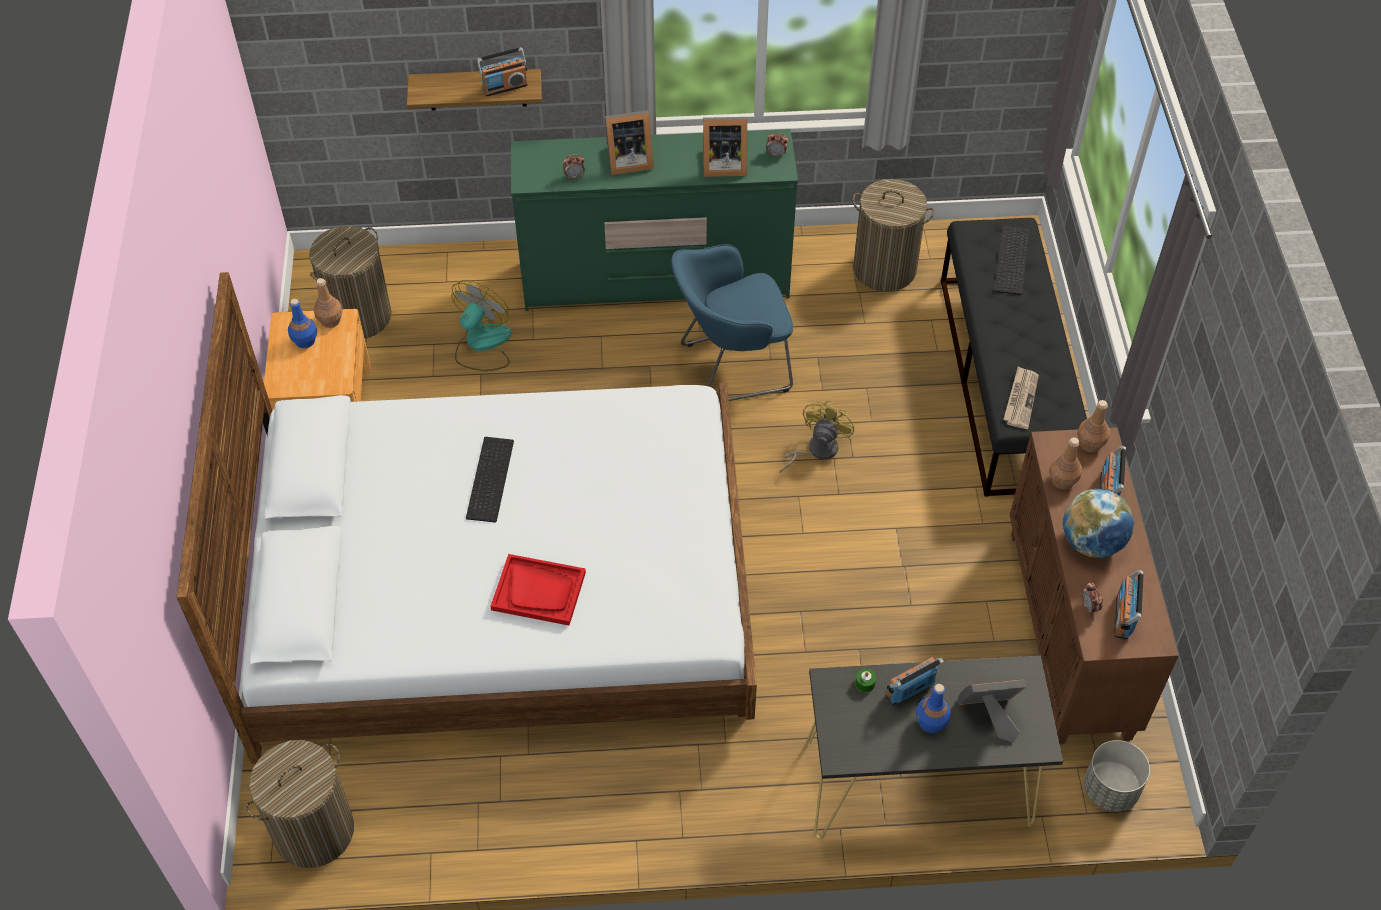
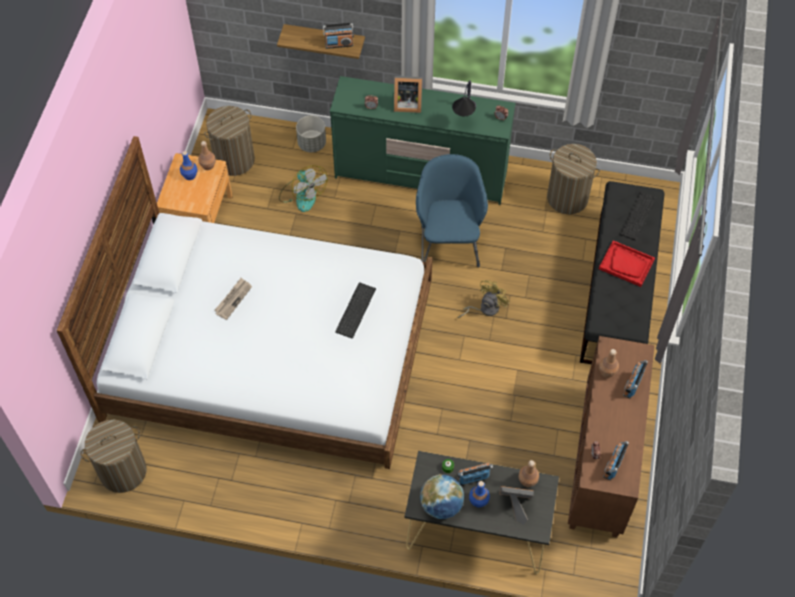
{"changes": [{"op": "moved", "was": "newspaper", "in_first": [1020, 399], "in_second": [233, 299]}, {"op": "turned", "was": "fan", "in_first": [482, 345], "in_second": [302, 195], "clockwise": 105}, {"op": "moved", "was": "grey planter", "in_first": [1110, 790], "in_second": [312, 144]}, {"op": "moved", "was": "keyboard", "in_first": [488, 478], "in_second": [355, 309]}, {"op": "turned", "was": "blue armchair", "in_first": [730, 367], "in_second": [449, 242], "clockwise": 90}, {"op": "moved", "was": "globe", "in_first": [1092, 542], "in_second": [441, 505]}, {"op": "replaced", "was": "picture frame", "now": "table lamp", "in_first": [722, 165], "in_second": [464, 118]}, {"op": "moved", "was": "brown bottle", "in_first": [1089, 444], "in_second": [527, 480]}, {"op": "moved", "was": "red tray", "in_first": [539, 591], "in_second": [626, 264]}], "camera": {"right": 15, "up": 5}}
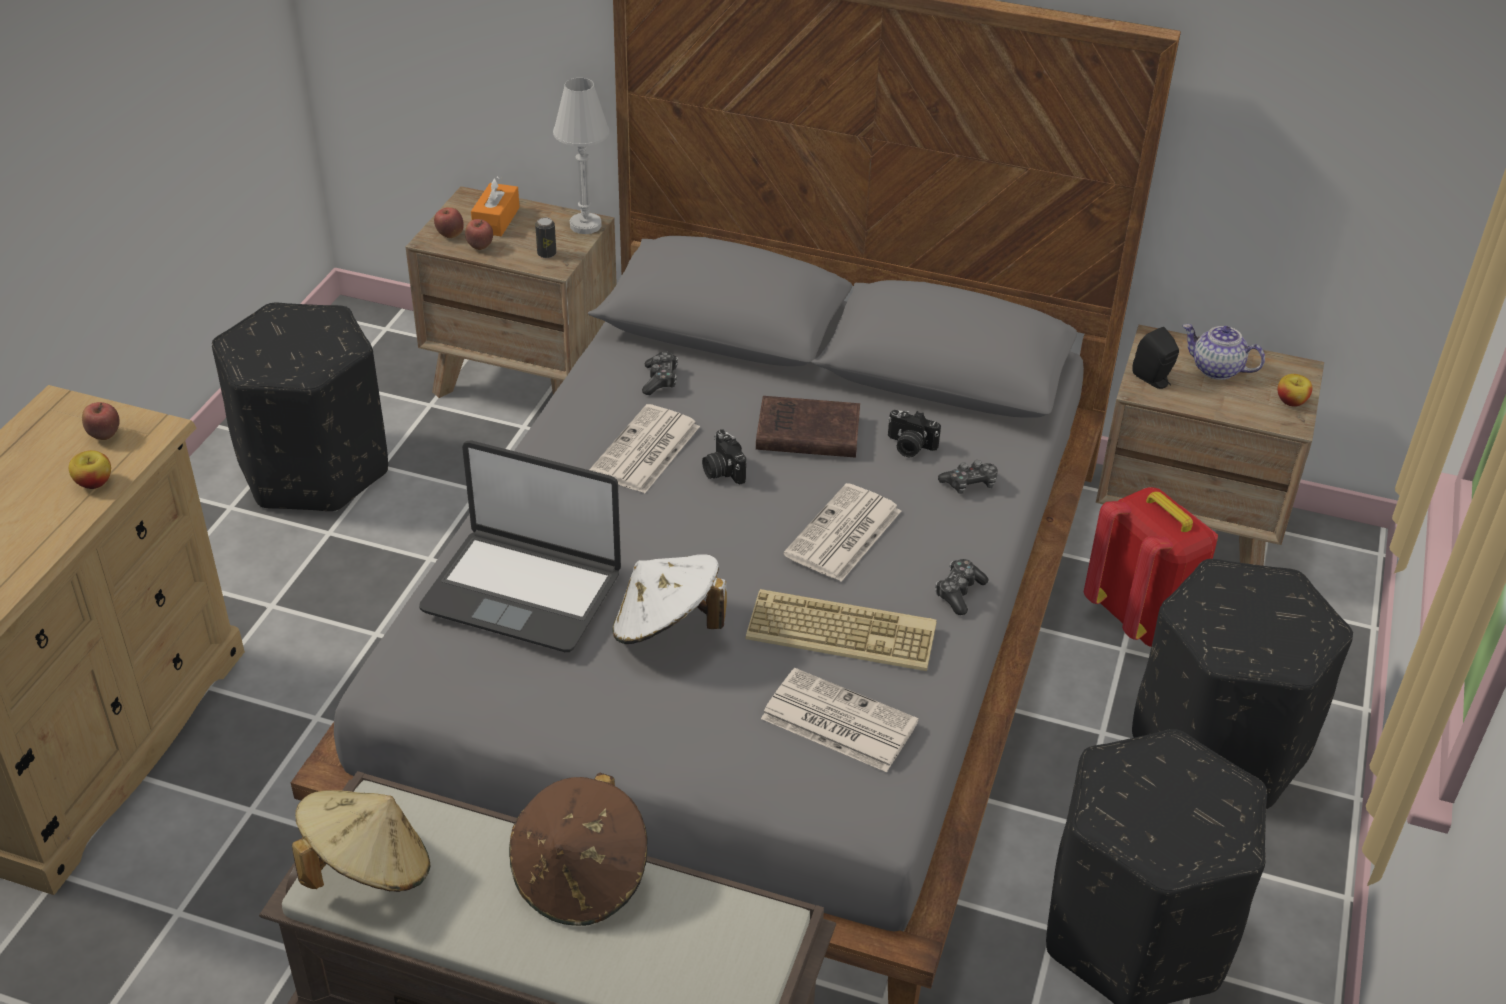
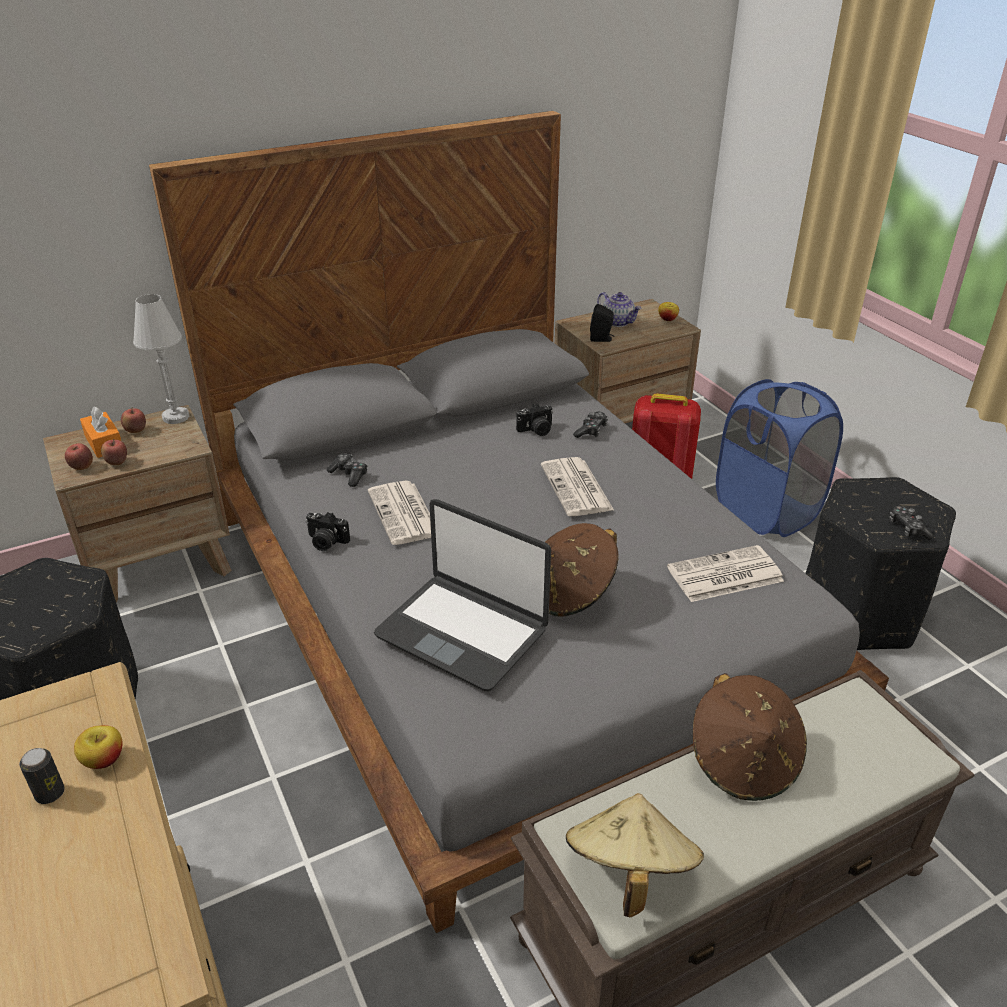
{"changes": [{"op": "moved", "was": "can", "in_first": [546, 254], "in_second": [50, 793]}, {"op": "moved", "was": "apple", "in_first": [104, 436], "in_second": [136, 431]}, {"op": "moved", "was": "photo camera", "in_first": [722, 470], "in_second": [326, 542]}, {"op": "turned", "was": "laptop", "in_first": [523, 591], "in_second": [463, 631], "clockwise": 60}, {"op": "recoloured", "was": "white hat", "now": "brown hat", "in_first": [666, 627], "in_second": [571, 593]}, {"op": "turned", "was": "teapot", "in_first": [1216, 369], "in_second": [618, 322], "clockwise": -120}, {"op": "replaced", "was": "black ottoman", "now": "blue laundry basket", "in_first": [1219, 747], "in_second": [766, 512]}, {"op": "moved", "was": "game controller", "in_first": [959, 592], "in_second": [907, 529]}, {"op": "removed", "was": "keyboard", "in_first": [843, 630]}, {"op": "removed", "was": "brown book", "in_first": [804, 433]}], "camera": {"right": -45, "up": -5}}
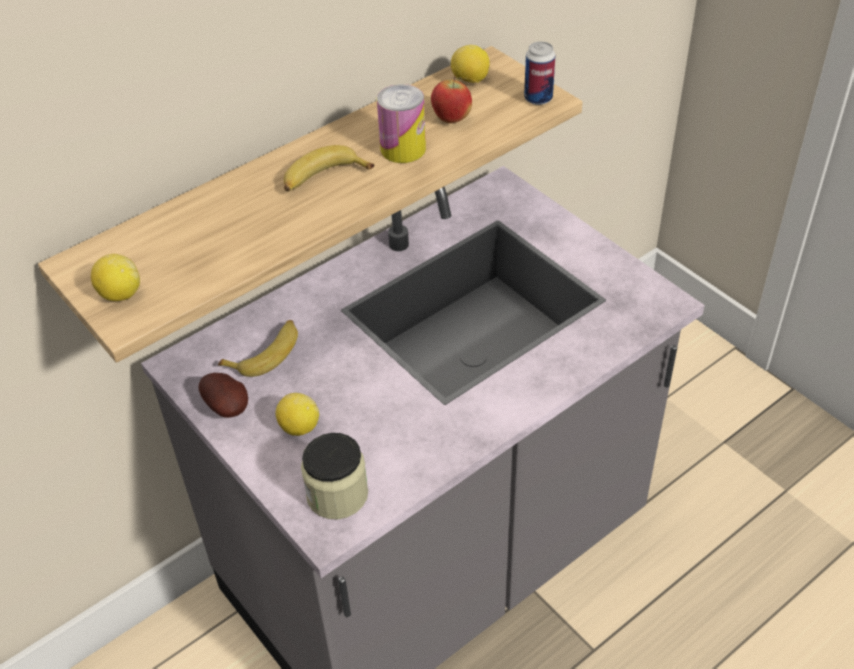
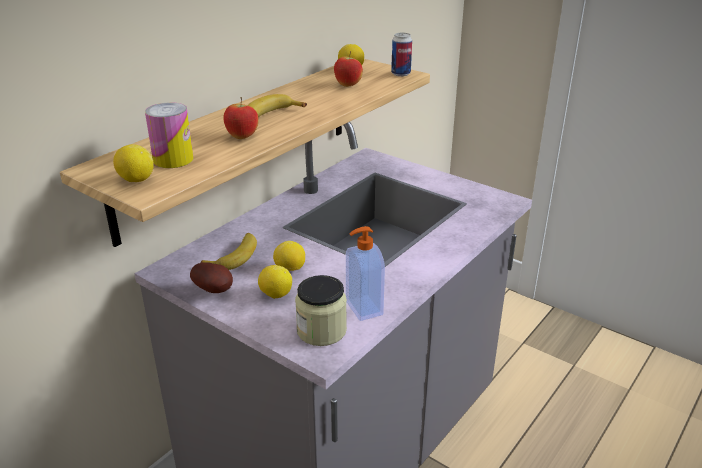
{"changes": [{"op": "moved", "was": "can", "in_first": [403, 149], "in_second": [173, 159]}, {"op": "added", "now": "apple", "in_second": [242, 137]}, {"op": "added", "now": "lemon", "in_second": [290, 269]}, {"op": "added", "now": "soap dispenser", "in_second": [362, 308]}], "camera": {"right": -15, "up": -15}}
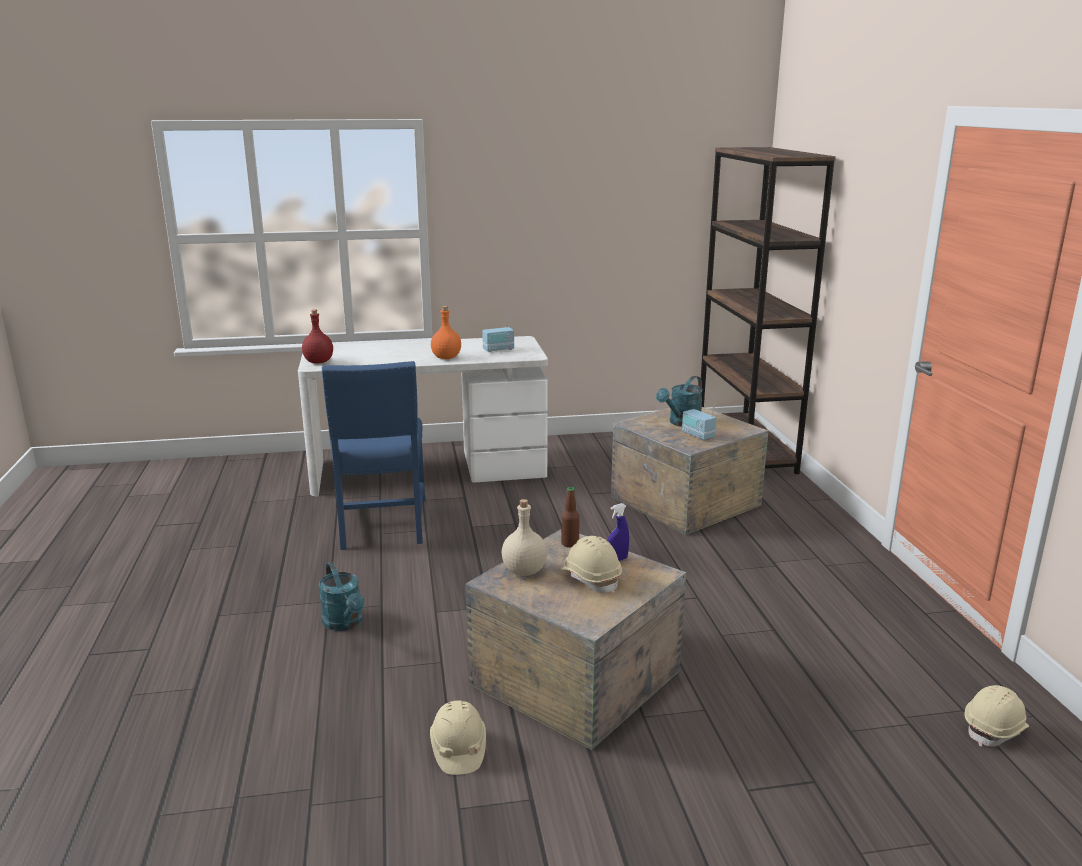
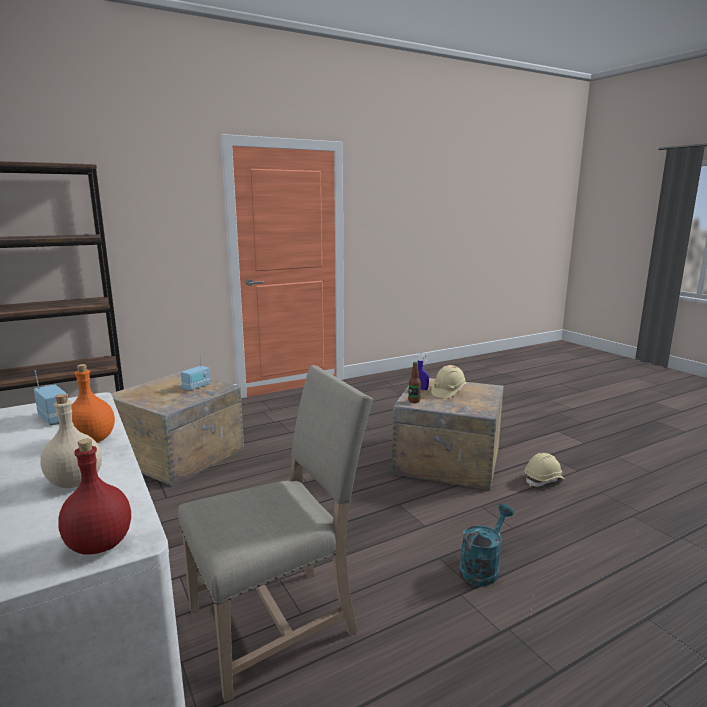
{"changes": [{"op": "moved", "was": "beige bottle", "in_first": [524, 570], "in_second": [74, 482]}, {"op": "recoloured", "was": "blue chair", "now": "beige chair", "in_first": [381, 525], "in_second": [278, 621]}, {"op": "removed", "was": "turquoise watering can", "in_first": [681, 423]}, {"op": "removed", "was": "beige hard hat", "in_first": [995, 729]}], "camera": {"right": -110, "up": -5}}
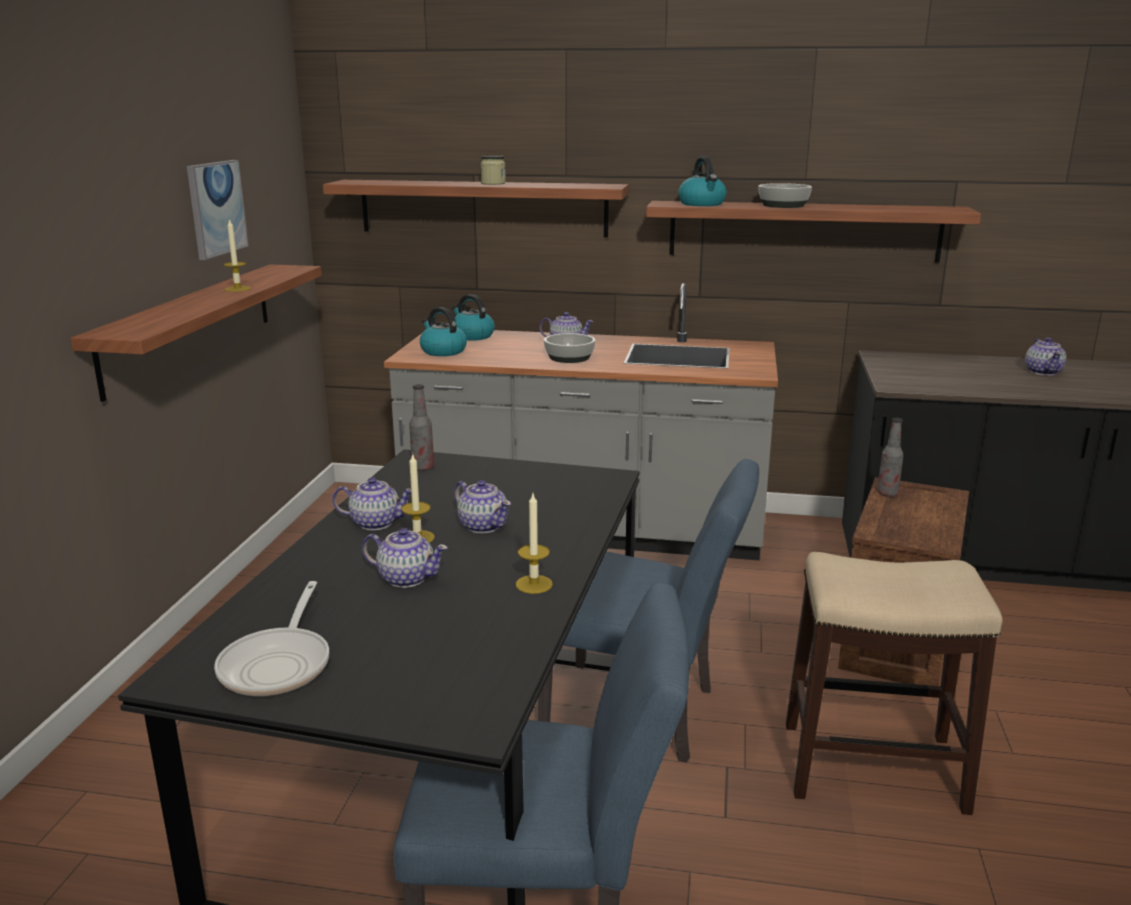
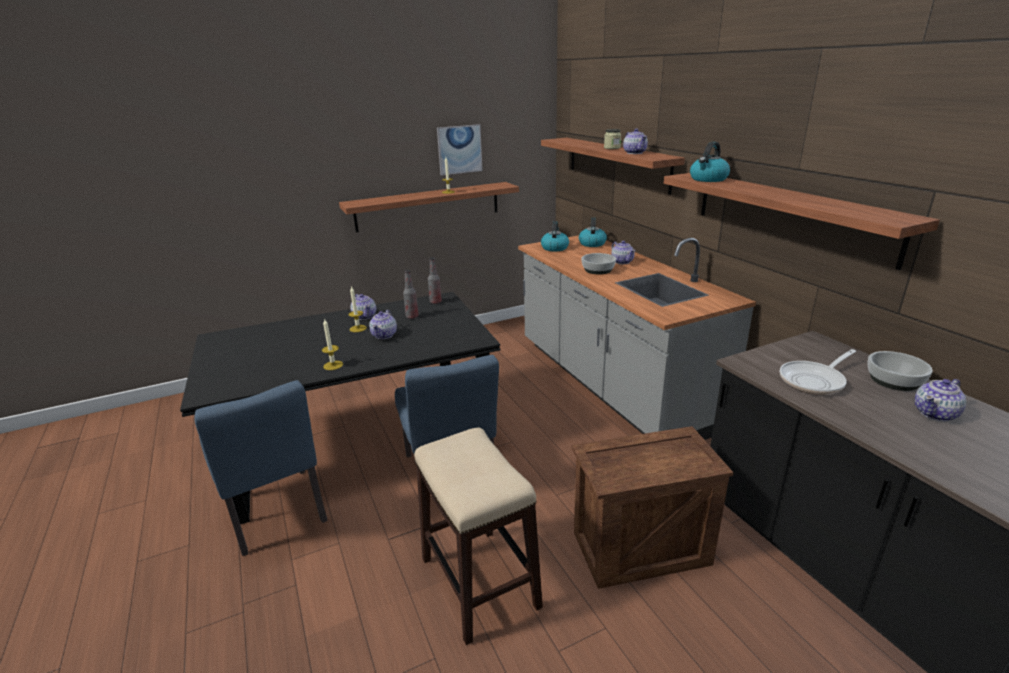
{"changes": [{"op": "moved", "was": "bottle", "in_first": [887, 493], "in_second": [412, 317]}, {"op": "moved", "was": "teapot", "in_first": [406, 578], "in_second": [634, 153]}, {"op": "moved", "was": "frying pan", "in_first": [279, 664], "in_second": [814, 381]}, {"op": "moved", "was": "bowl", "in_first": [783, 205], "in_second": [894, 380]}], "camera": {"right": 55, "up": 5}}
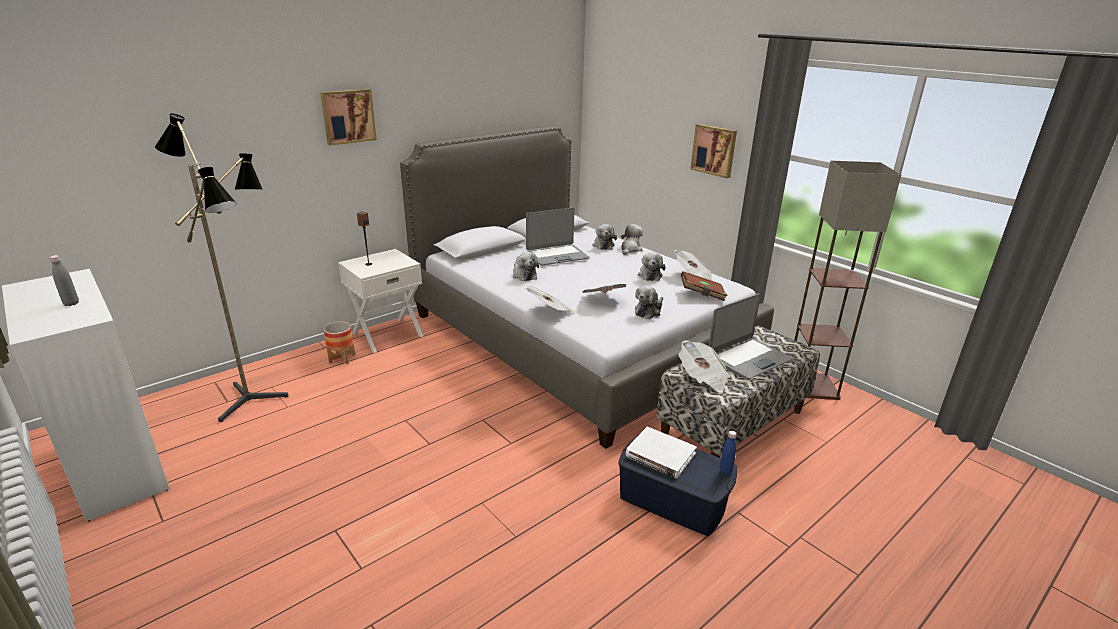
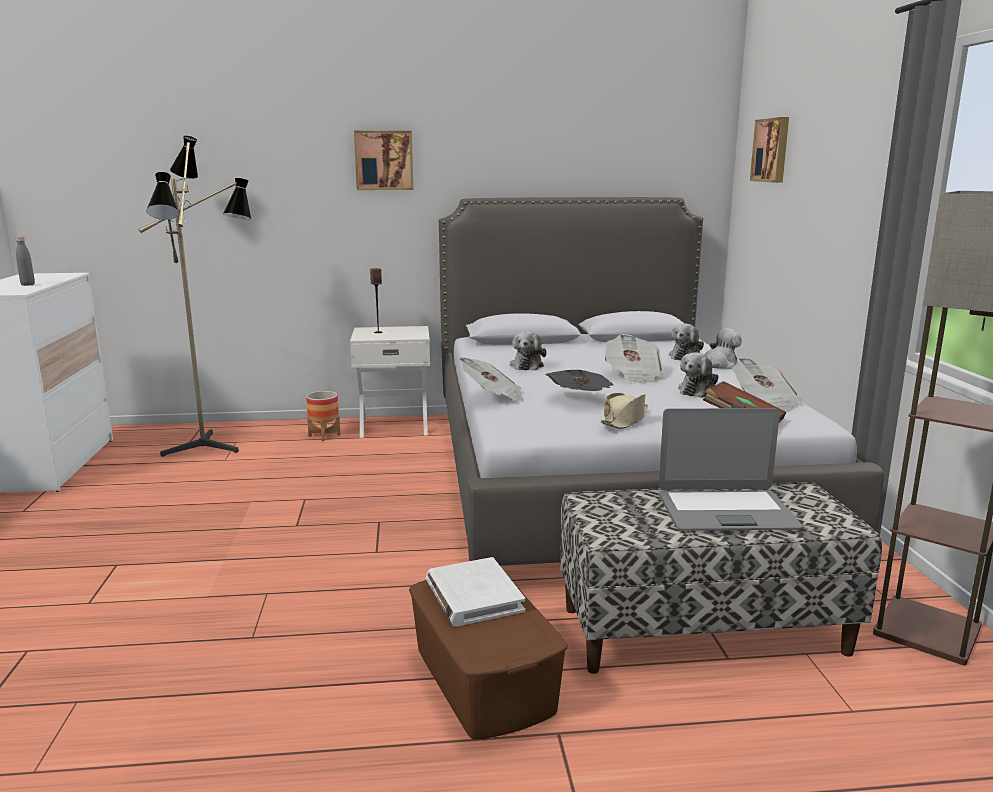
{"changes": [{"op": "recoloured", "was": "blue storage box", "now": "brown storage box", "in_first": [673, 501], "in_second": [482, 680]}, {"op": "replaced", "was": "plush toy", "now": "beige hat", "in_first": [649, 311], "in_second": [624, 420]}, {"op": "moved", "was": "newspaper", "in_first": [703, 378], "in_second": [633, 375]}, {"op": "moved", "was": "picture", "in_first": [714, 150], "in_second": [772, 150]}, {"op": "removed", "was": "laptop", "in_first": [557, 256]}, {"op": "removed", "was": "blue bottle", "in_first": [725, 471]}], "camera": {"right": 35, "up": -10}}
